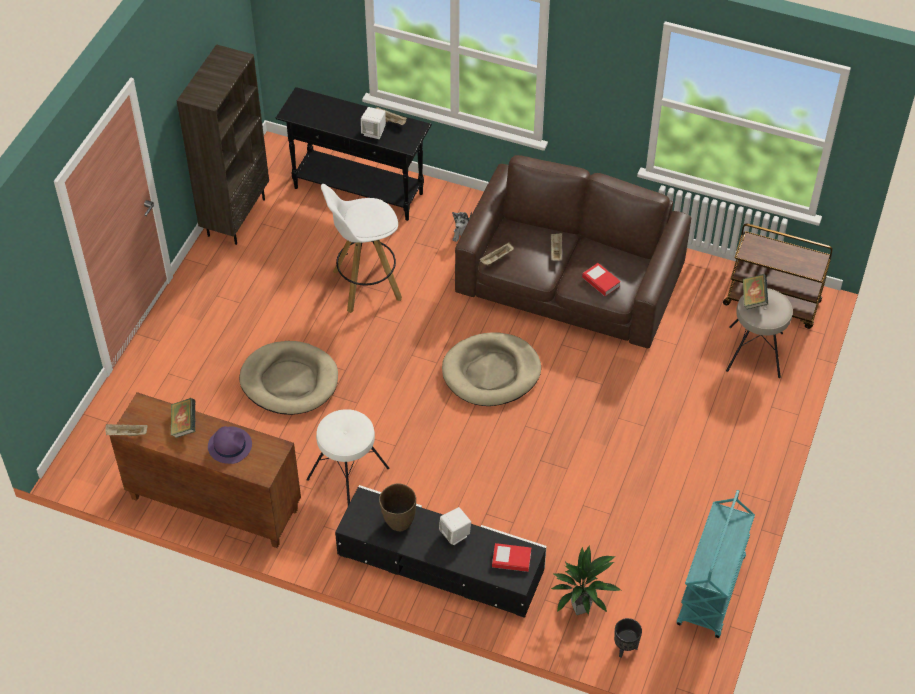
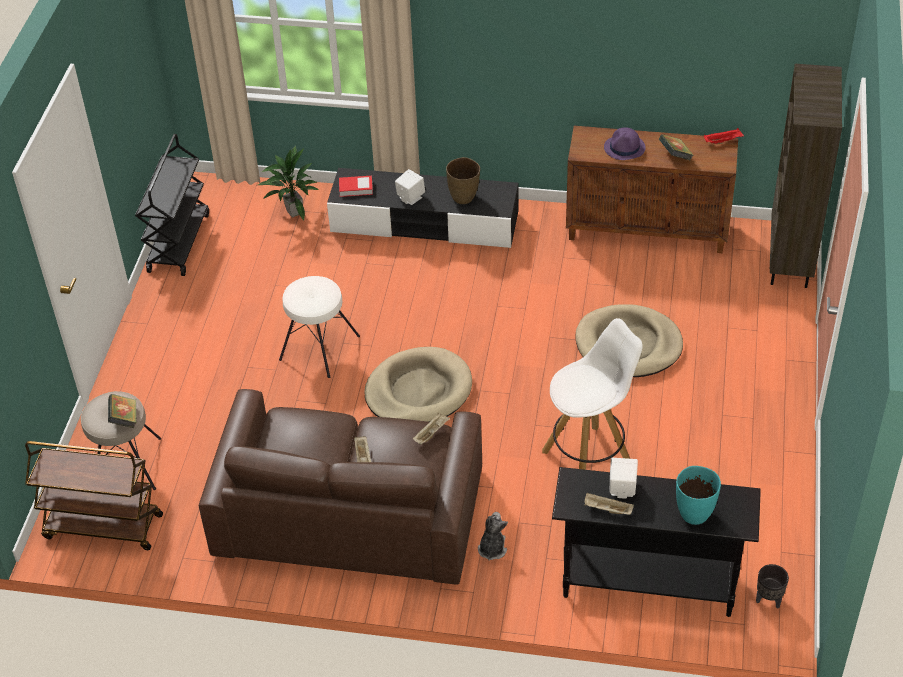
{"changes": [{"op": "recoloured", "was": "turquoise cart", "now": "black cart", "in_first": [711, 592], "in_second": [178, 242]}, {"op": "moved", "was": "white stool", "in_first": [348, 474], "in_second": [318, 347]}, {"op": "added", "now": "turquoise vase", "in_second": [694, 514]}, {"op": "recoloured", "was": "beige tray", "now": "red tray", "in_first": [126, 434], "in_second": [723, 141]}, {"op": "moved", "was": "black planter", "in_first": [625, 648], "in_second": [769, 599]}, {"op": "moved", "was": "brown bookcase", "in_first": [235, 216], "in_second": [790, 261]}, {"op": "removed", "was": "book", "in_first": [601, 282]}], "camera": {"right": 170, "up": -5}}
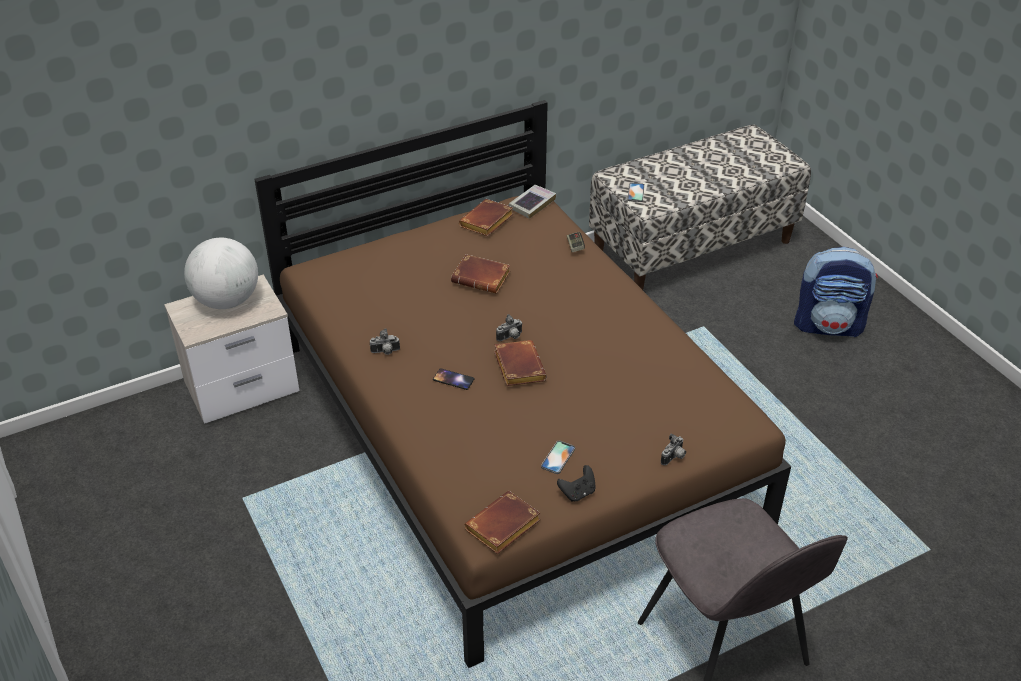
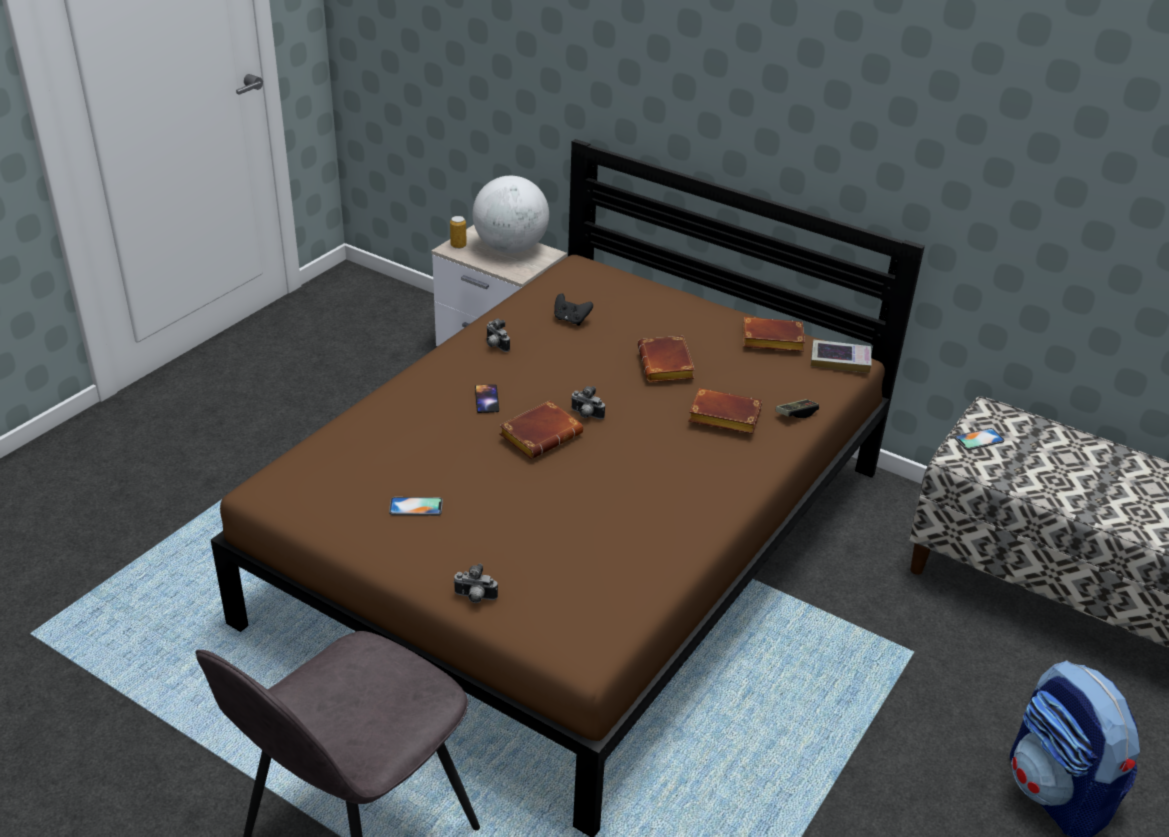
{"changes": [{"op": "added", "now": "can", "in_second": [458, 245]}, {"op": "moved", "was": "black game controller", "in_first": [577, 493], "in_second": [571, 320]}, {"op": "moved", "was": "brown book", "in_first": [503, 528], "in_second": [722, 418]}], "camera": {"right": 60, "up": -5}}
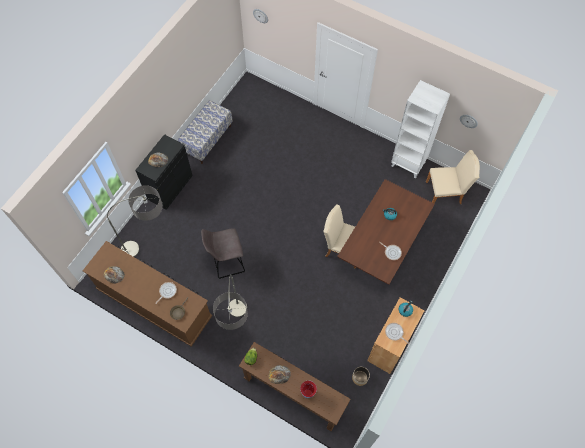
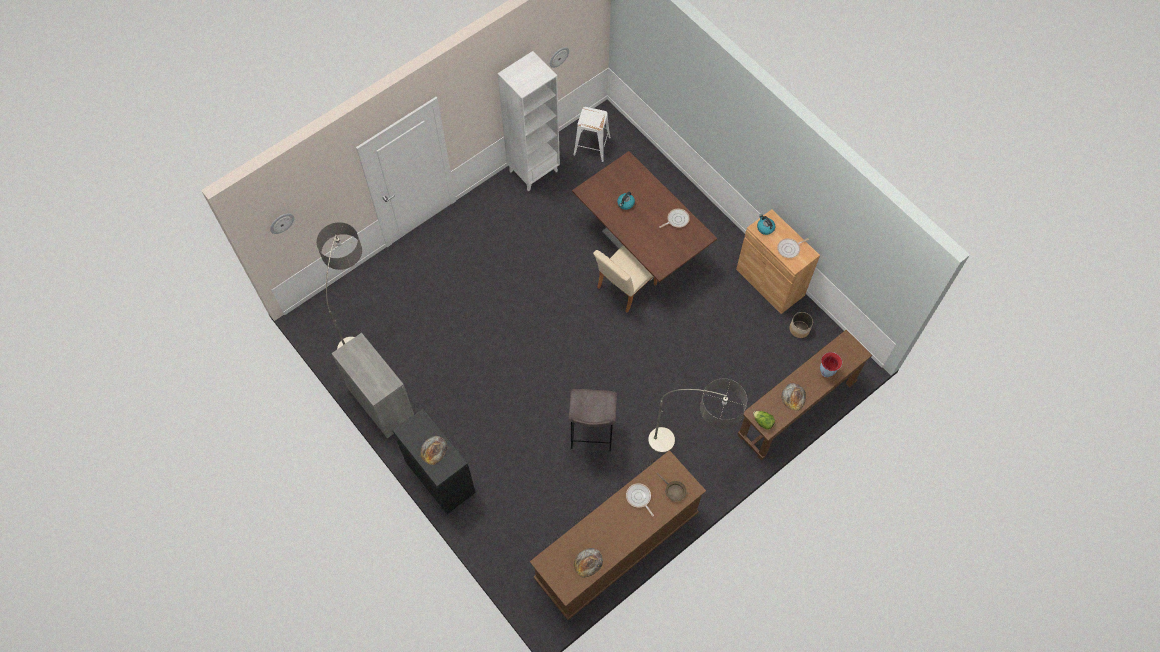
{"changes": [{"op": "moved", "was": "floor lamp", "in_first": [152, 246], "in_second": [359, 322]}, {"op": "replaced", "was": "bench", "now": "grey cabinet", "in_first": [207, 139], "in_second": [381, 403]}, {"op": "replaced", "was": "beige chair", "now": "white stool", "in_first": [446, 192], "in_second": [592, 146]}], "camera": {"right": -70, "up": 0}}
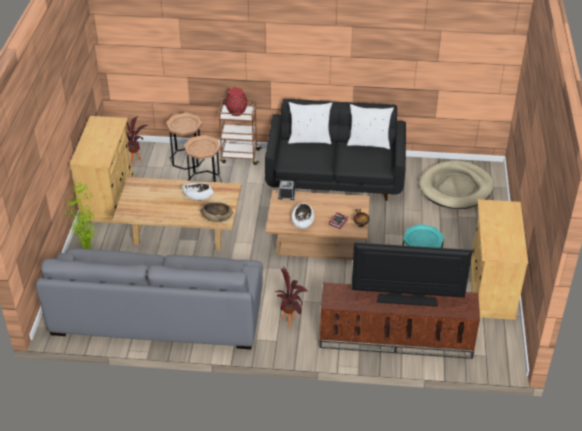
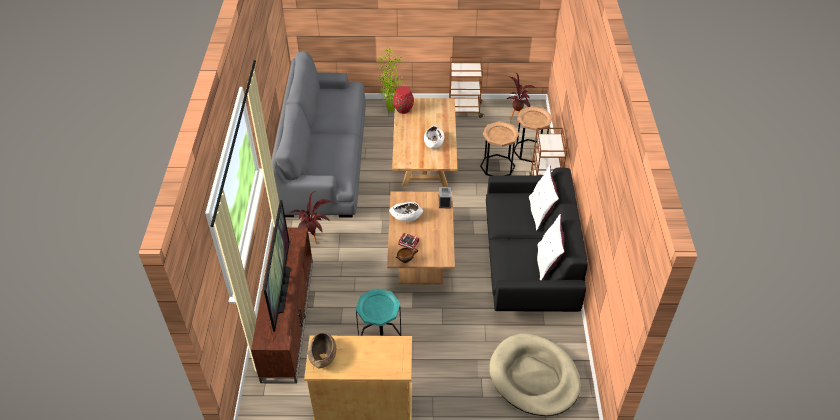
{"changes": [{"op": "moved", "was": "brown bowl", "in_first": [217, 217], "in_second": [323, 355]}, {"op": "moved", "was": "red vase", "in_first": [236, 112], "in_second": [403, 109]}, {"op": "replaced", "was": "beige cabinet", "now": "brown cart", "in_first": [107, 196], "in_second": [464, 110]}], "camera": {"right": 85, "up": 5}}
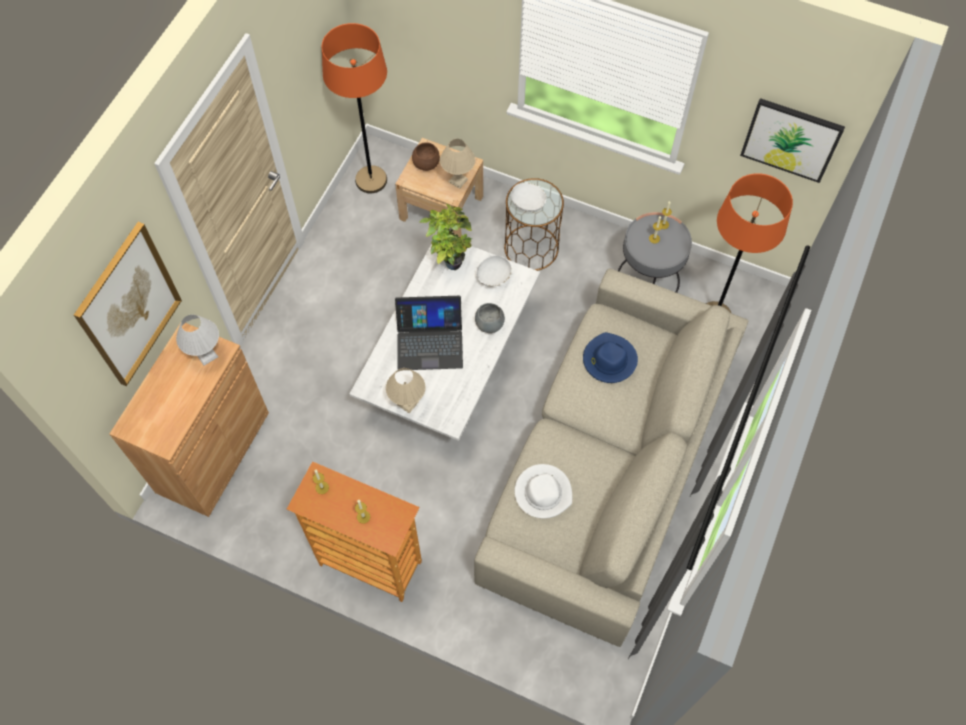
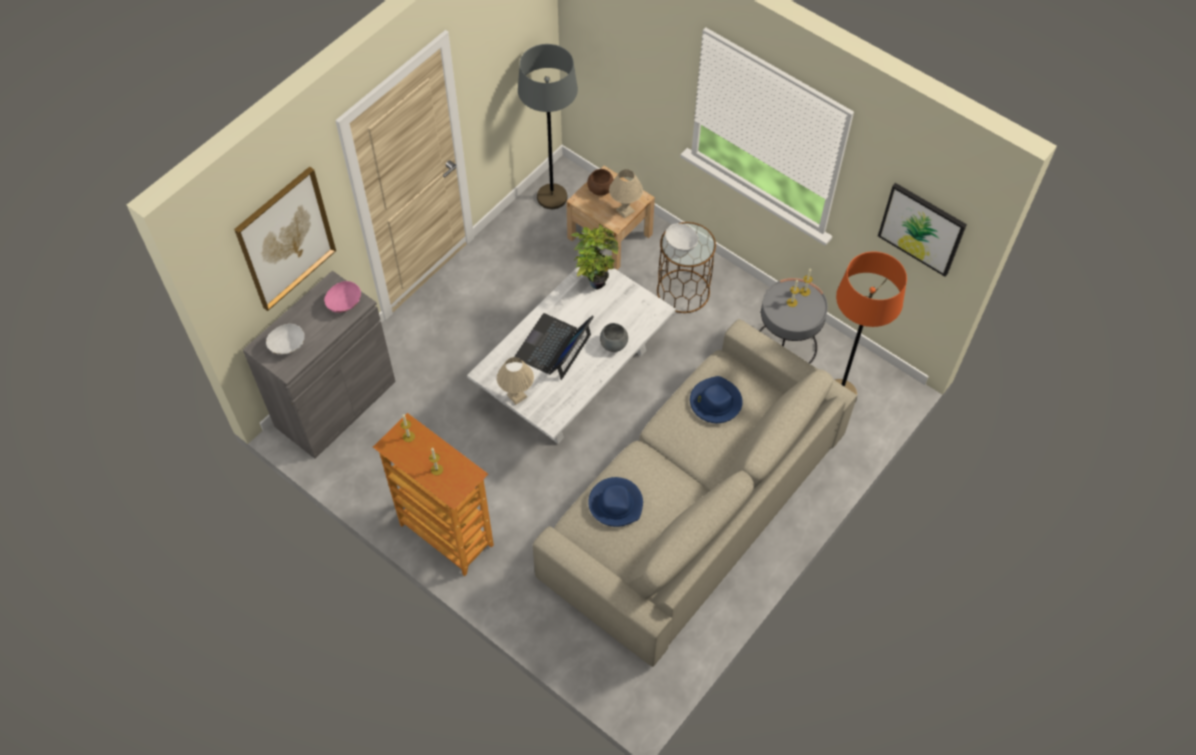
{"changes": [{"op": "recoloured", "was": "brown cabinet", "now": "grey cabinet", "in_first": [213, 452], "in_second": [335, 404]}, {"op": "moved", "was": "white bowl", "in_first": [493, 278], "in_second": [288, 346]}, {"op": "replaced", "was": "white table lamp", "now": "pink bowl", "in_first": [206, 356], "in_second": [344, 304]}, {"op": "turned", "was": "laptop", "in_first": [430, 341], "in_second": [554, 347], "clockwise": 105}, {"op": "recoloured", "was": "orange floor lamp", "now": "grey floor lamp", "in_first": [371, 180], "in_second": [552, 197]}, {"op": "recoloured", "was": "white hat", "now": "blue hat", "in_first": [543, 492], "in_second": [616, 503]}], "camera": {"right": 15, "up": -5}}
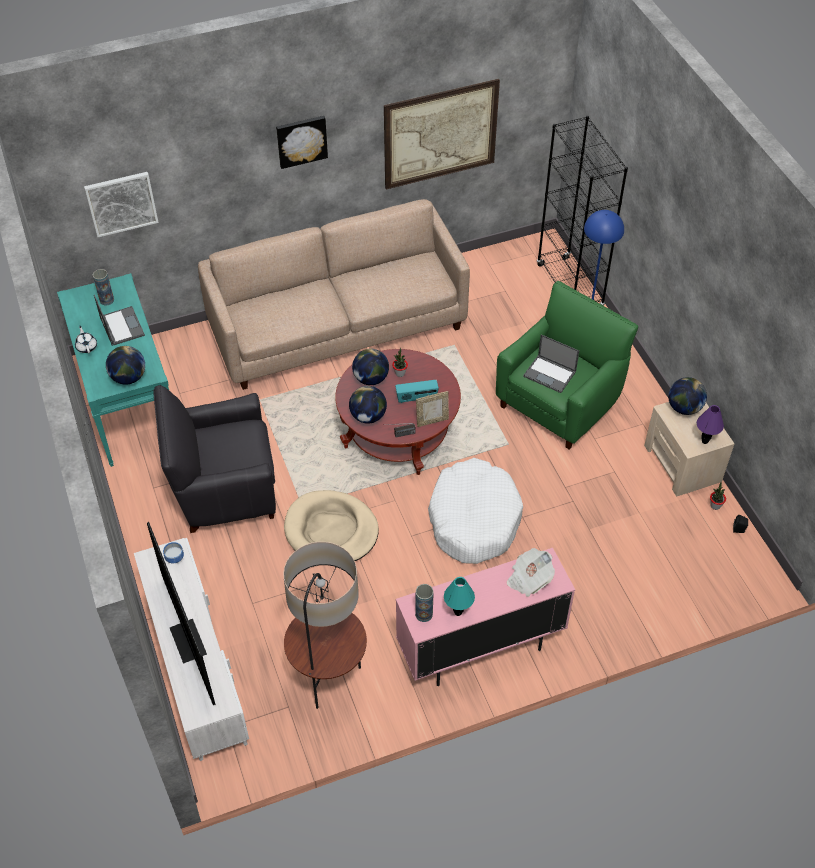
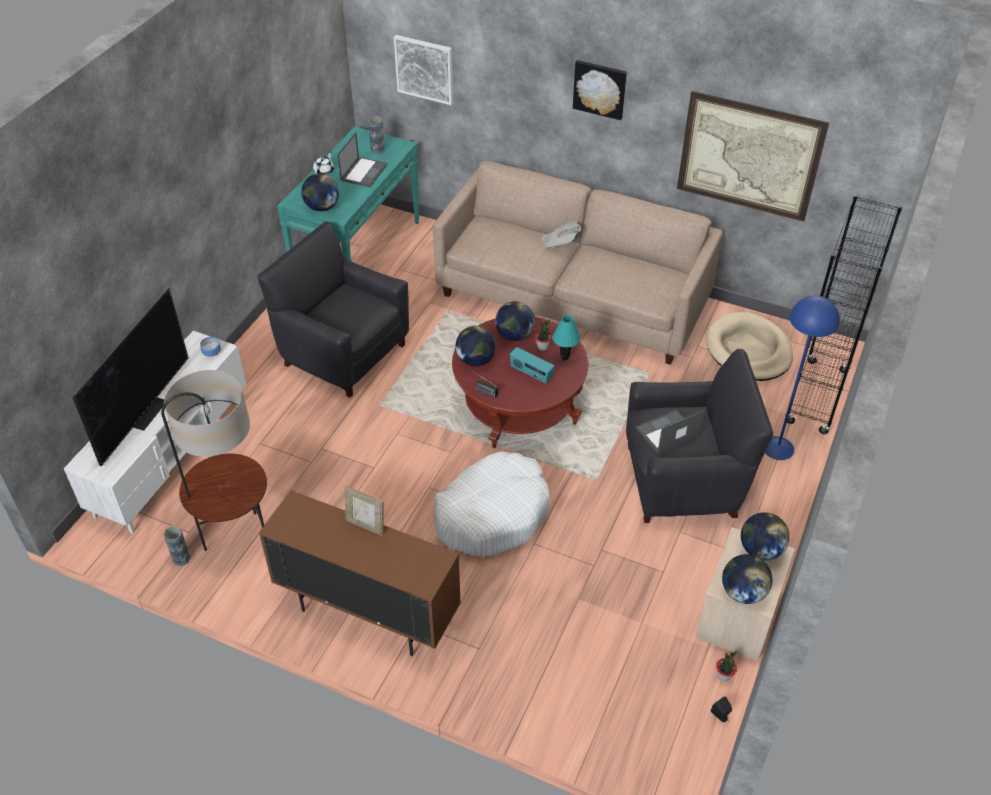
{"changes": [{"op": "moved", "was": "vase", "in_first": [424, 614], "in_second": [181, 559]}, {"op": "recoloured", "was": "pink cabinet", "now": "brown cabinet", "in_first": [480, 649], "in_second": [368, 613]}, {"op": "moved", "was": "picture frame", "in_first": [432, 421], "in_second": [366, 526]}, {"op": "moved", "was": "newspaper", "in_first": [529, 579], "in_second": [559, 243]}, {"op": "moved", "was": "turquoise table lamp", "in_first": [457, 612], "in_second": [564, 358]}, {"op": "recoloured", "was": "green armchair", "now": "black armchair", "in_first": [559, 403], "in_second": [684, 481]}, {"op": "turned", "was": "laptop", "in_first": [550, 374], "in_second": [667, 432], "clockwise": 75}, {"op": "moved", "was": "beige dog bed", "in_first": [331, 530], "in_second": [748, 350]}, {"op": "replaced", "was": "purple table lamp", "now": "globe", "in_first": [704, 441], "in_second": [743, 592]}], "camera": {"right": 45, "up": -5}}
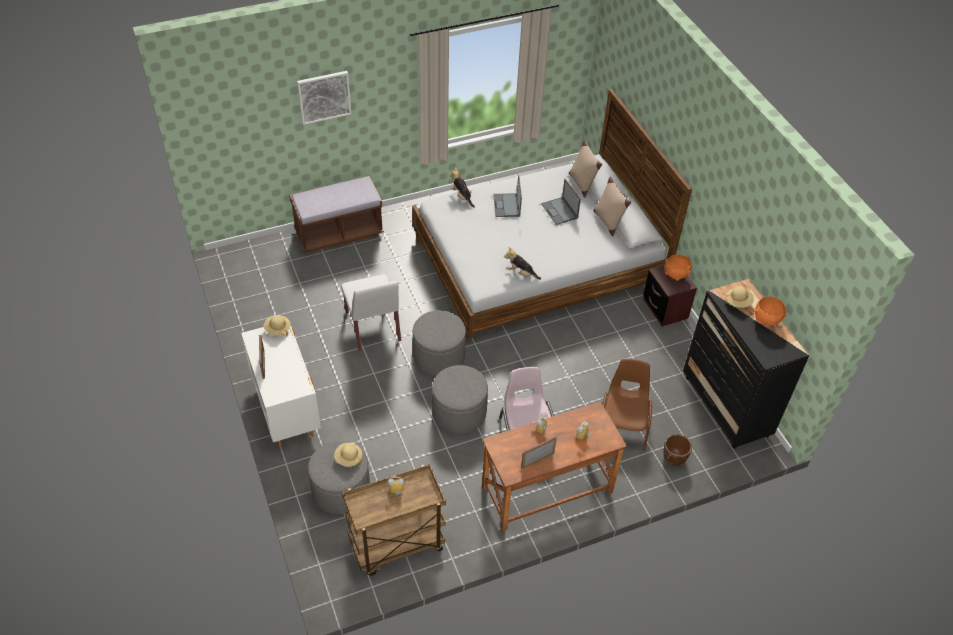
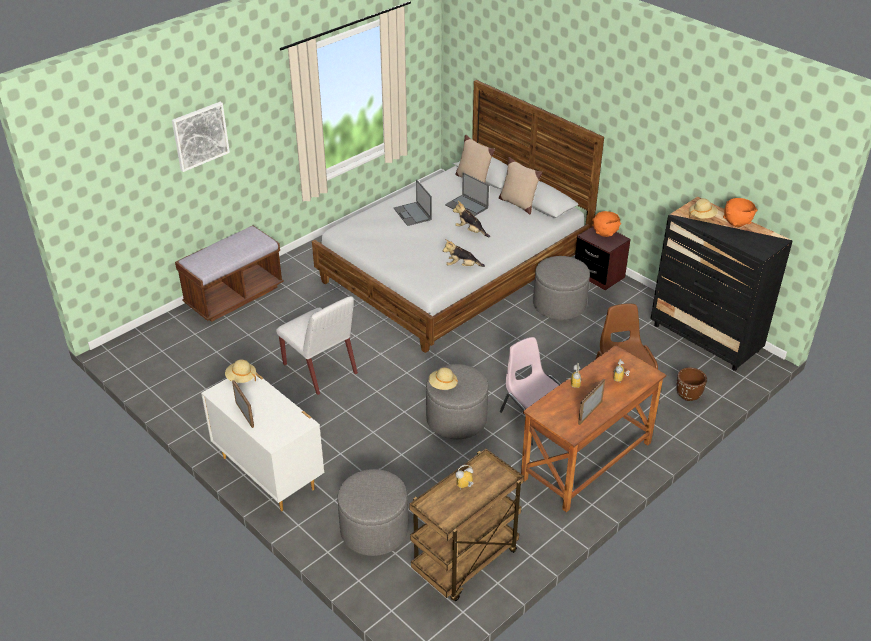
{"changes": [{"op": "moved", "was": "beige hat", "in_first": [348, 458], "in_second": [443, 385]}, {"op": "moved", "was": "plush toy", "in_first": [462, 197], "in_second": [470, 231]}, {"op": "moved", "was": "grey ottoman", "in_first": [439, 356], "in_second": [559, 305]}], "camera": {"right": -20, "up": -10}}
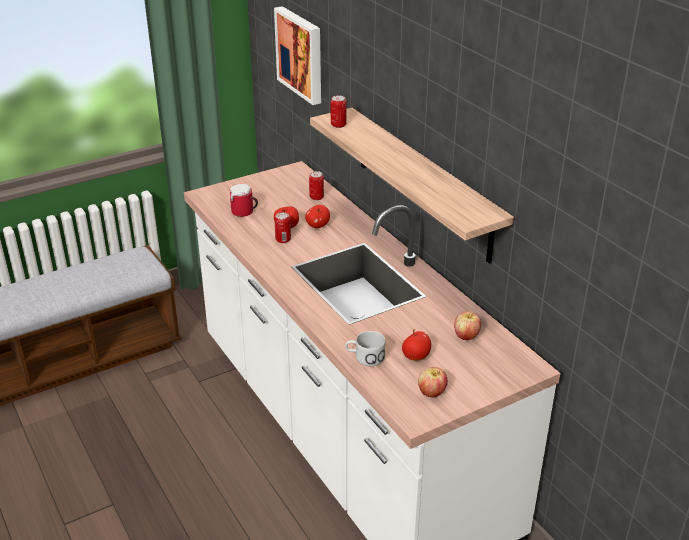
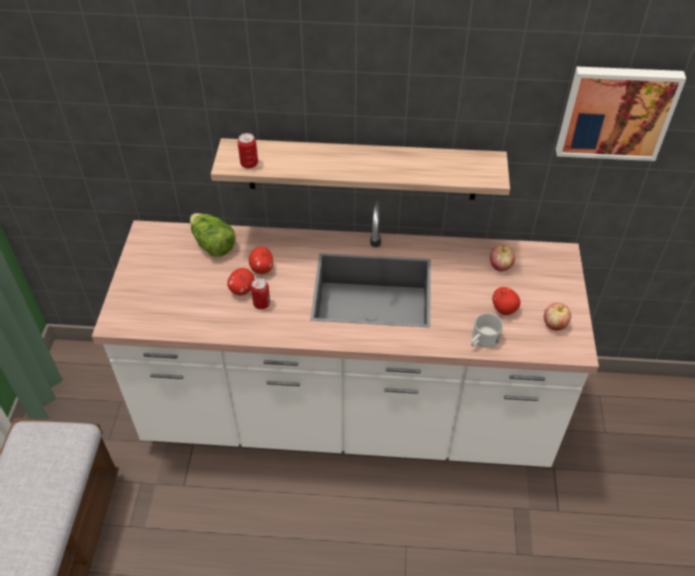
{"changes": [{"op": "replaced", "was": "can", "now": "lettuce", "in_first": [316, 197], "in_second": [212, 244]}, {"op": "moved", "was": "picture", "in_first": [301, 54], "in_second": [616, 111]}, {"op": "removed", "was": "mug", "in_first": [244, 213]}], "camera": {"right": -55, "up": 15}}
